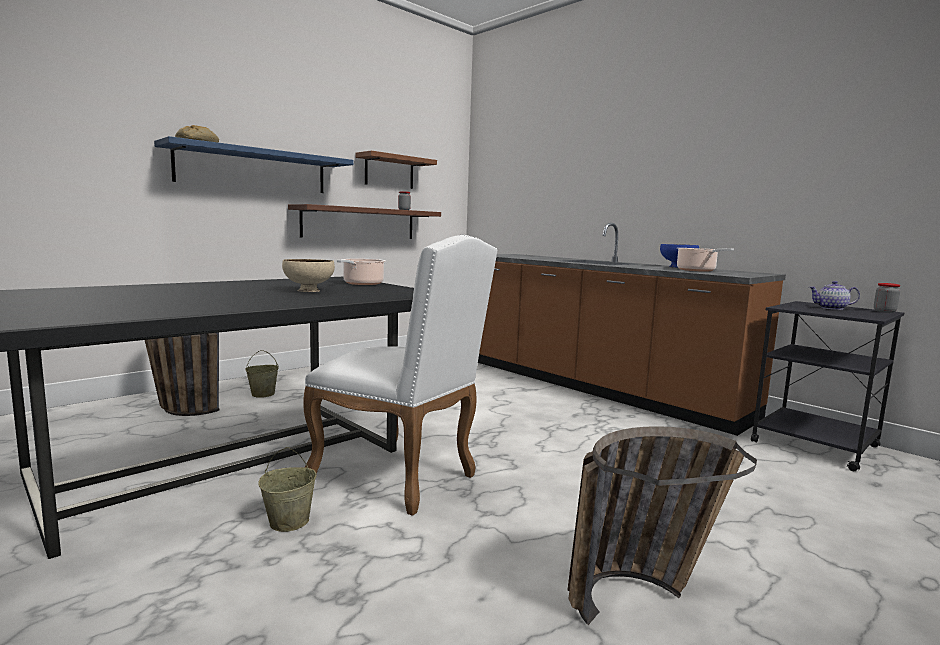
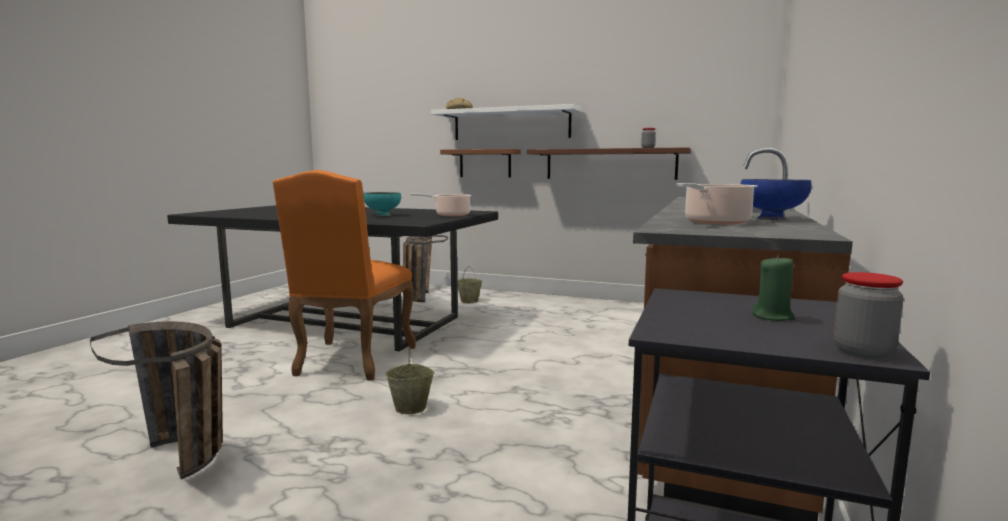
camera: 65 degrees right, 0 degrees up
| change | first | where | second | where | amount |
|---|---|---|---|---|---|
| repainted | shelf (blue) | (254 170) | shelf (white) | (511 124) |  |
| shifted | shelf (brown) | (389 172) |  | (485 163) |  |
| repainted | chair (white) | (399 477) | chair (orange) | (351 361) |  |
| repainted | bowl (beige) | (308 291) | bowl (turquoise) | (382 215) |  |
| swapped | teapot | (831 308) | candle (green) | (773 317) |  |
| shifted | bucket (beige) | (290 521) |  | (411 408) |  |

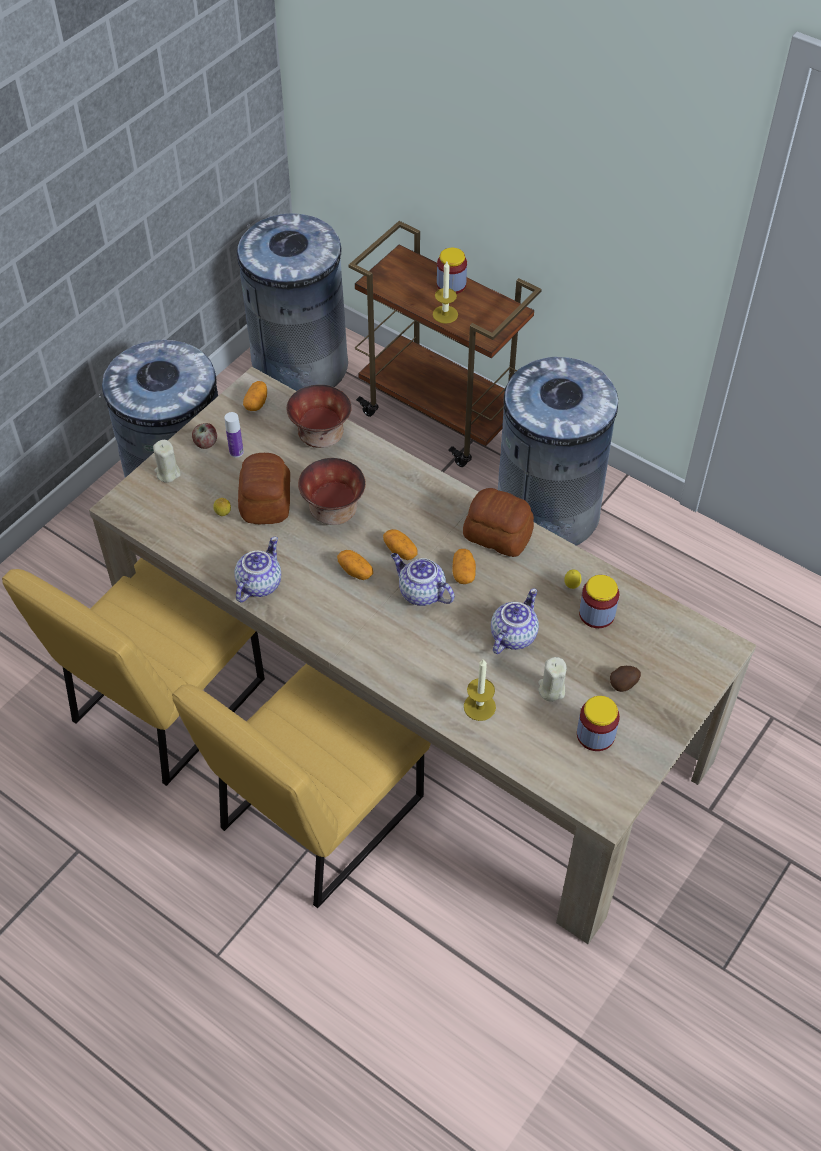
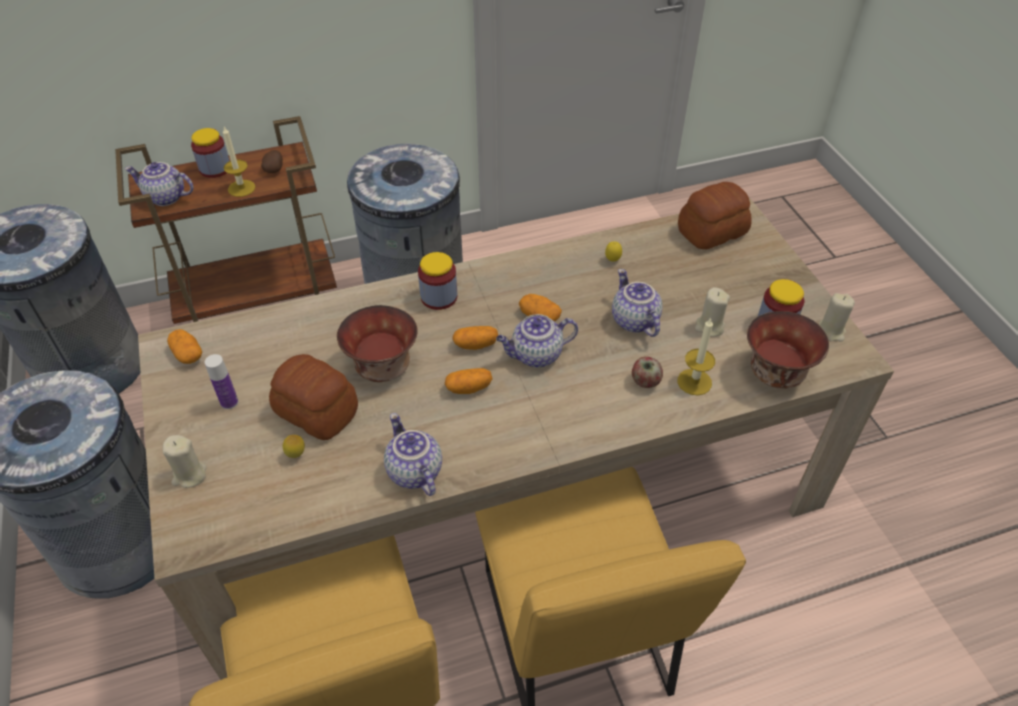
camera: 55 degrees left, 5 degrees down
| change | first | where | second | where | amount |
|---|---|---|---|---|---|
| shifted | bowl | (320 436) |  | (776 374) |  |
| shifted | apple | (205 443) |  | (645 382) |  |
| shifted | bread | (497 534) |  | (710 231) |  |
| shifted | jar | (596 614) |  | (439 297) |  |
| shifted | potato | (624 684) |  | (275 169) |  |
| new |  |  | teapot | (165 198) |  |
| new |  |  | candle (beige) | (831 331) |  |

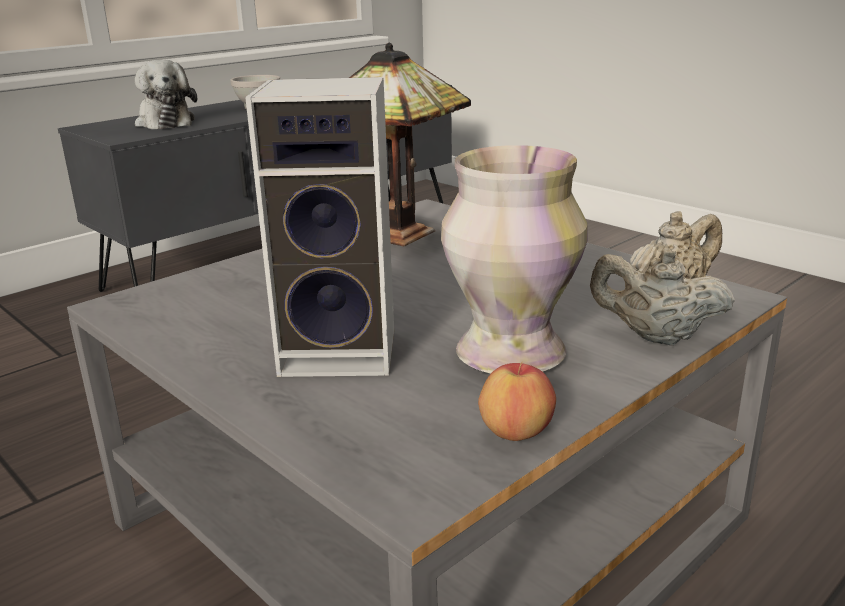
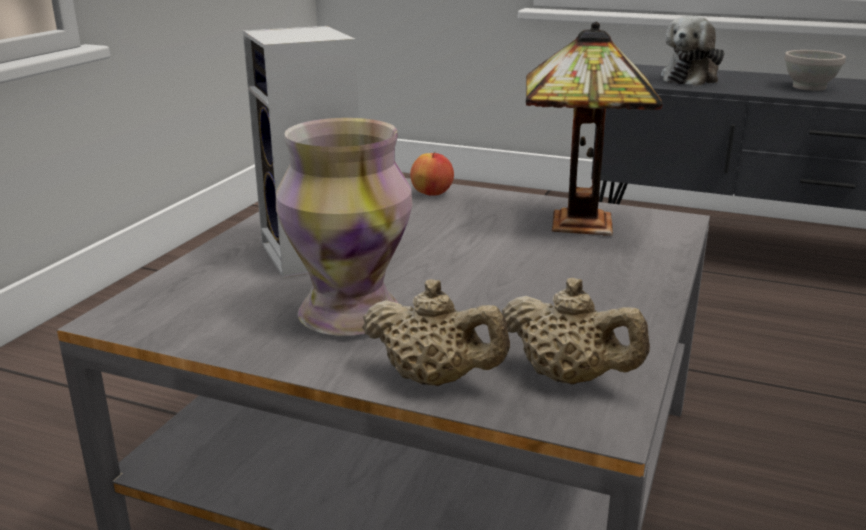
camera: 65 degrees right, 0 degrees up
| change | first | where | second | where | amount |
|---|---|---|---|---|---|
| rotated | teapot (beige) | (655 337) |  | (434 379) | 120 degrees clockwise |
| shifted | apple | (516 432) |  | (432 193) |  |

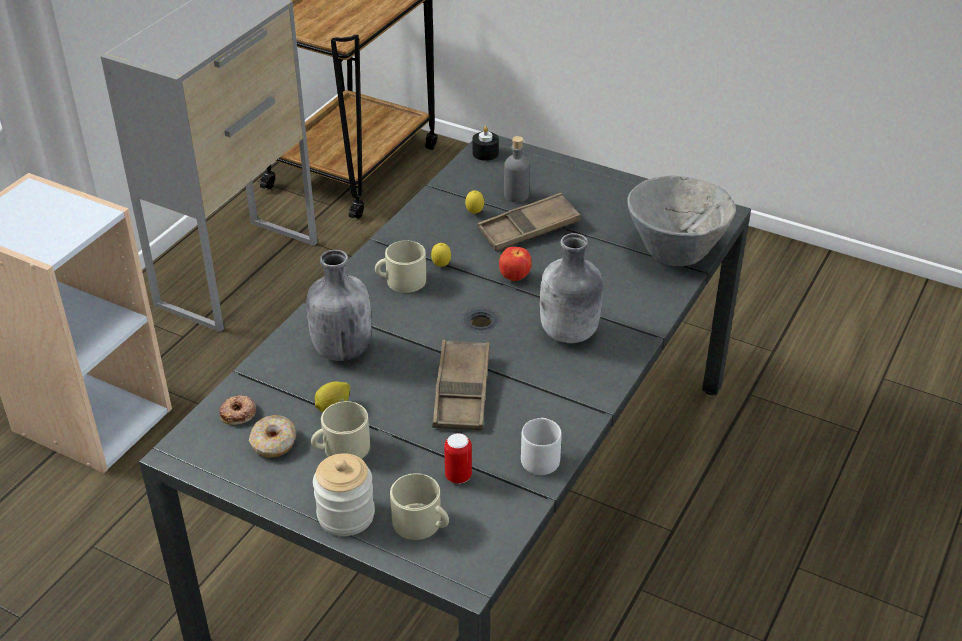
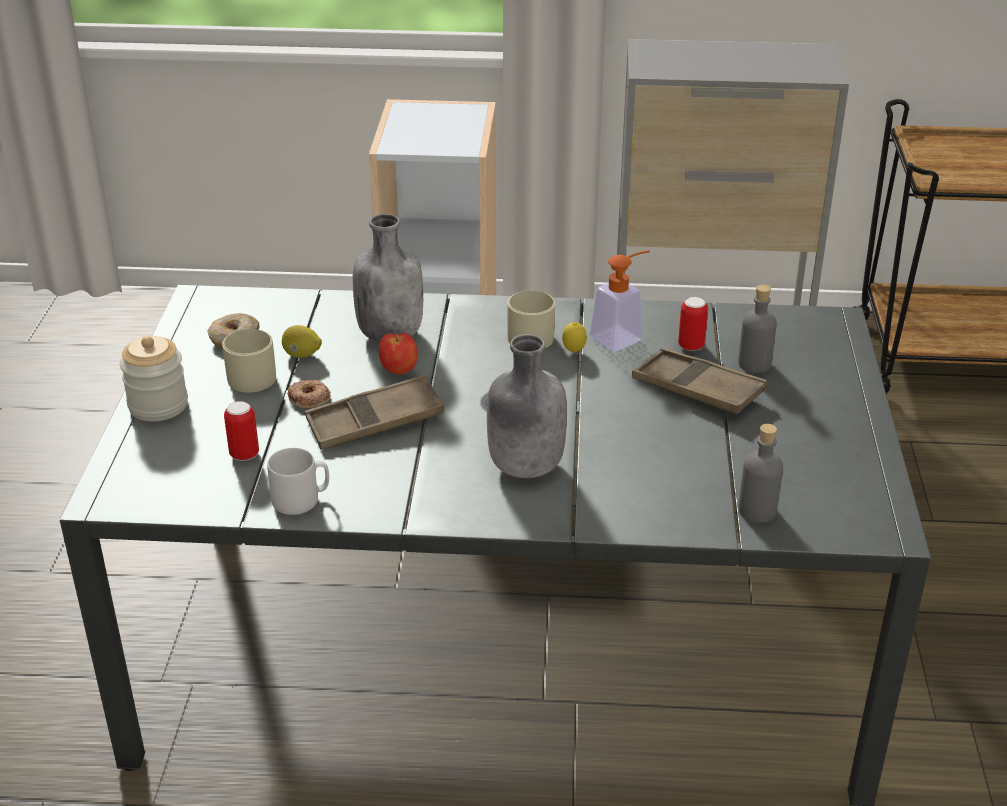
camera: 65 degrees right, 5 degrees down
| change | first | where | second | where | amount |
|---|---|---|---|---|---|
| gone | candle (black) | (485 153) |  |  |  |
| swapped | bowl (grey) | (675 252) | bottle (grey) | (757 510) |  |
| swapped | lemon | (474 213) | can | (691 346) |  |
| shifted | apple | (515 277) |  | (399 371) |  |
| shifted | donut | (238 413) |  | (309 398) |  |
| gone | mug (beige) | (422 524) |  |  |  |
| new |  |  | soap dispenser | (622 336) |  |

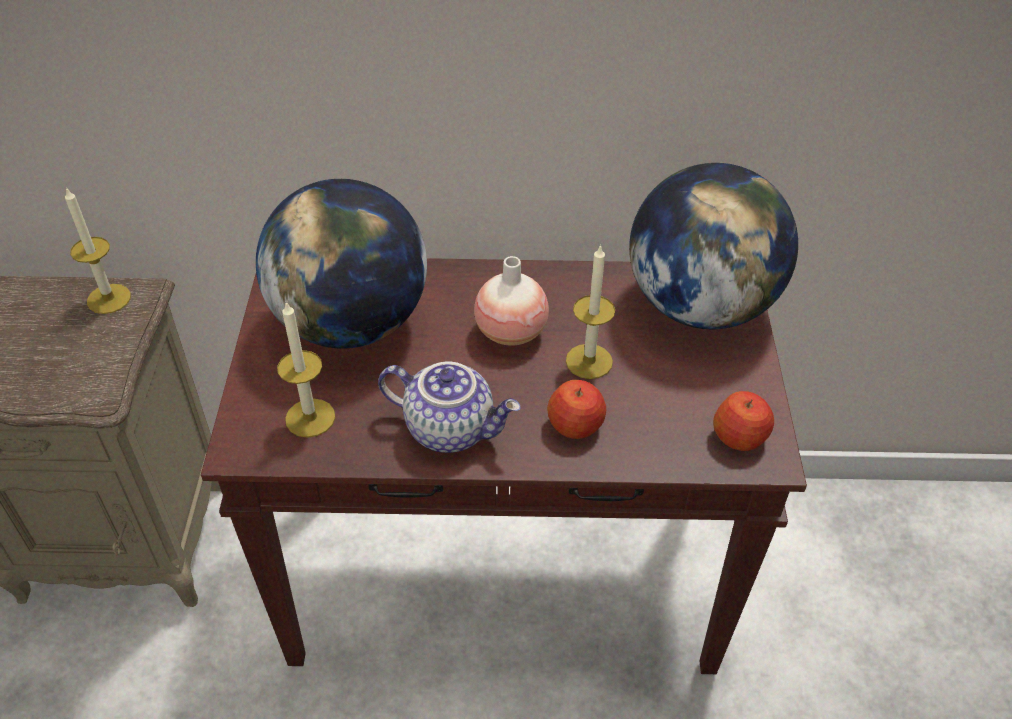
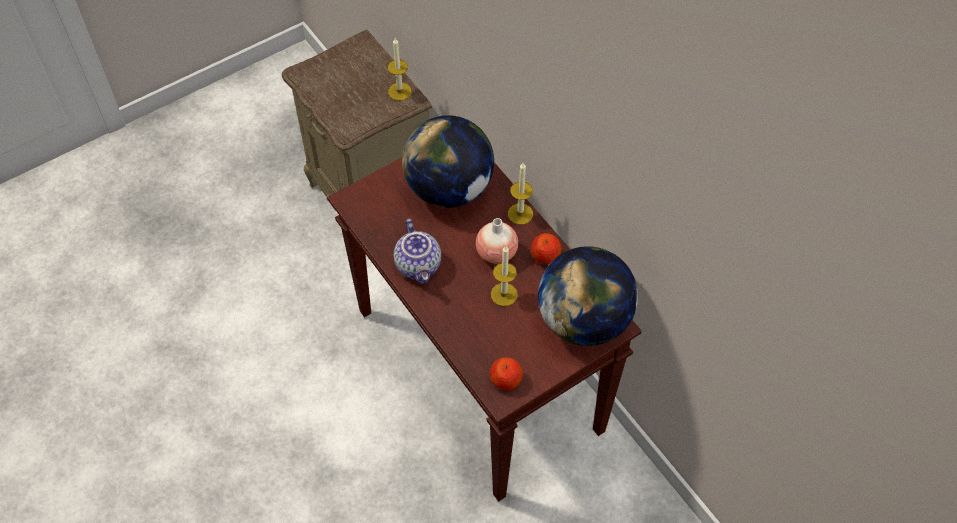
camera: 55 degrees right, 10 degrees up
| change | first | where | second | where | amount |
|---|---|---|---|---|---|
| shifted | candle | (310 418) |  | (520 214) |  |
| shifted | apple | (576 425) |  | (545 256) |  |

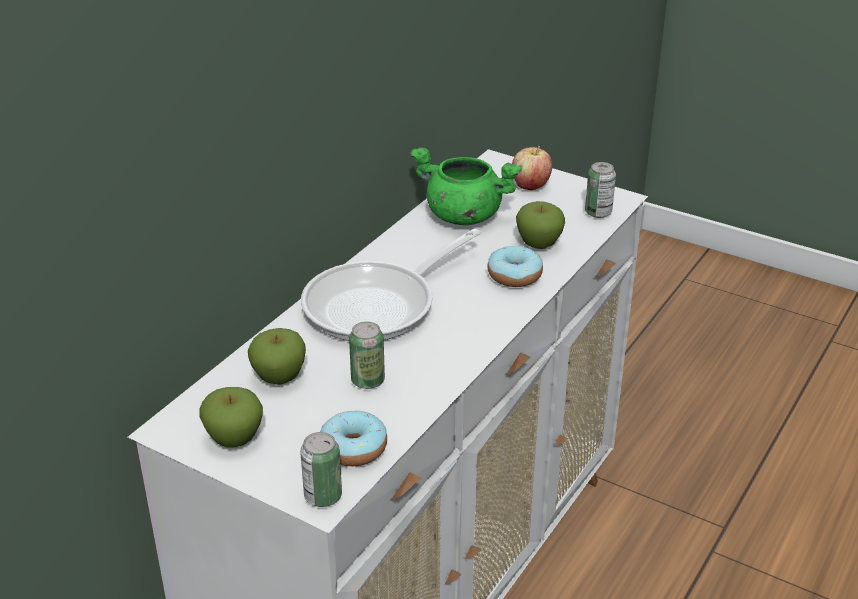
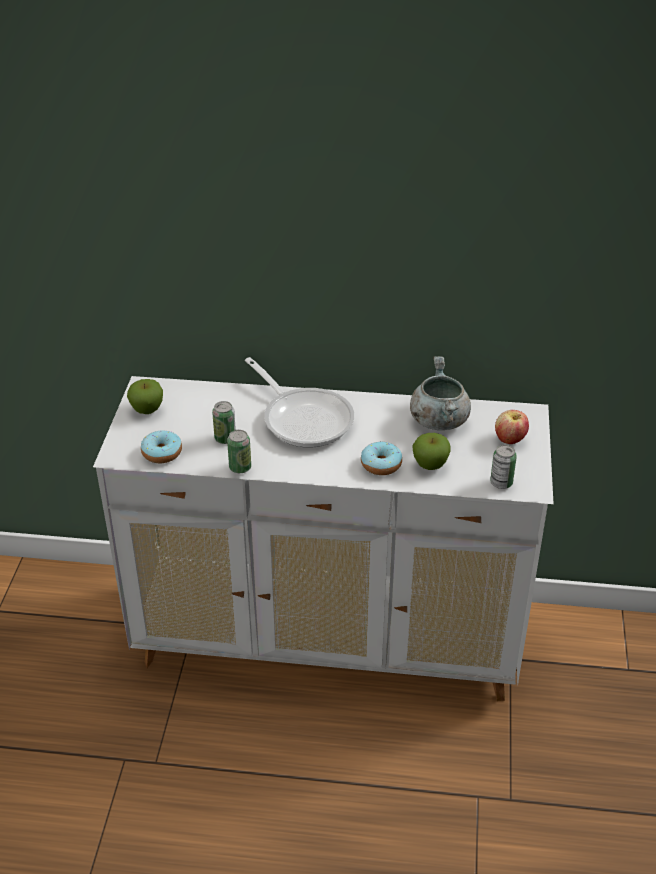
camera: 65 degrees right, 5 degrees up
| change | first | where | second | where | amount |
|---|---|---|---|---|---|
| repainted | cooking pot (green) | (463 216) | cooking pot (grey) | (438 420) |  |
| rotated | frying pan | (379 305) |  | (304 418) | 150 degrees counterclockwise |
| gone | apple | (279 378) |  |  |  |
| shifted | can | (323 496) |  | (240 467) |  |

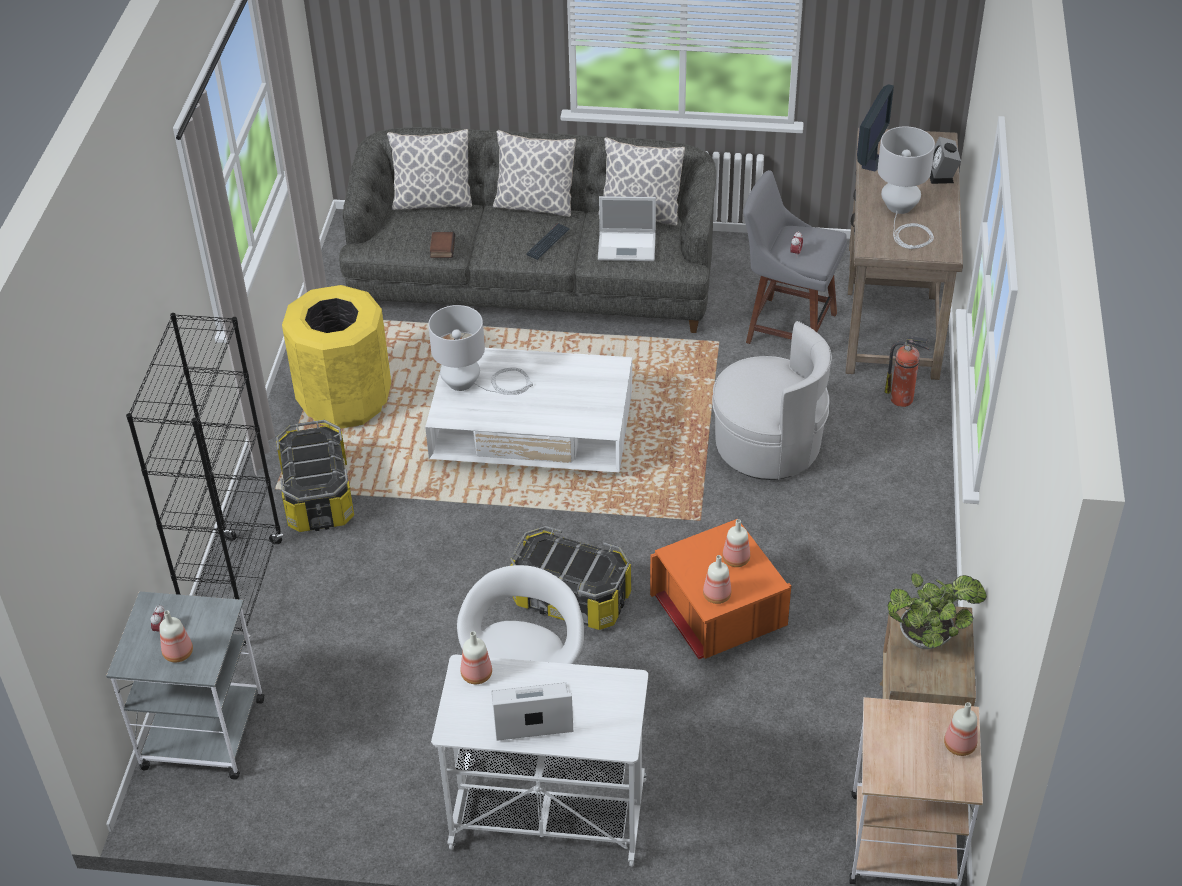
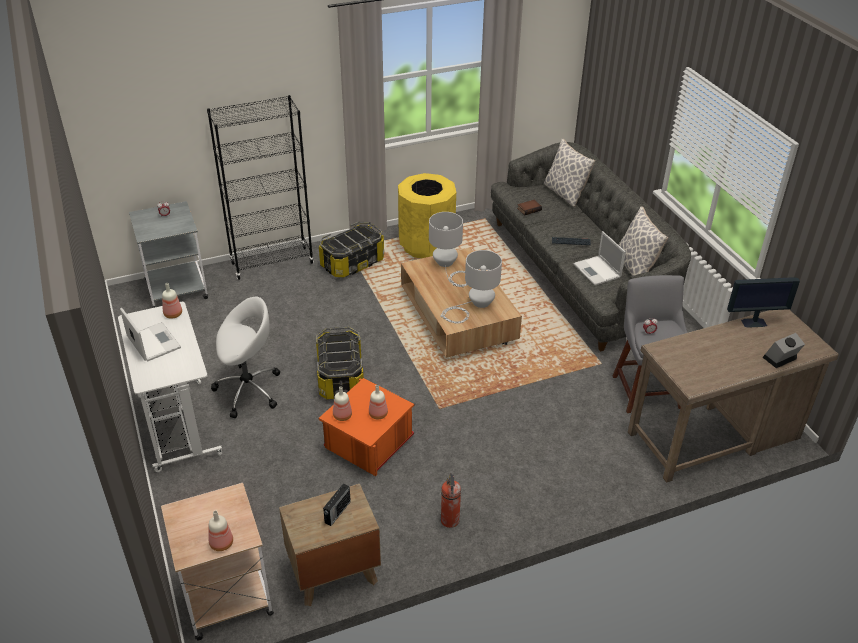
camera: 60 degrees right, 5 degrees down
| change | first | where | second | where | amount |
|---|---|---|---|---|---|
| shifted | table lamp (white) | (904 218) |  | (471 307) |  |
| gone | pillow | (534 205) |  |  |  |
| gone | armchair (white) | (767 446) |  |  |  |
| shifted | fire extinguisher | (903 399) |  | (450 521) |  |
| repainted | coffee table (white) | (533 432) | coffee table (brown) | (458 317) |  |
| swapped | potted plant | (928 637) | radio | (337 512) |  |
| gone | bottle | (179 653) |  |  |  |

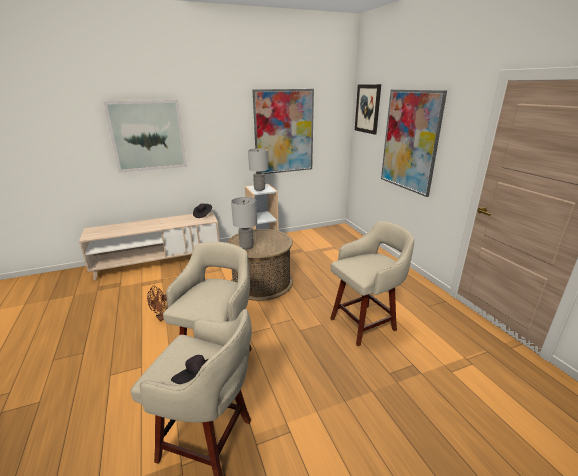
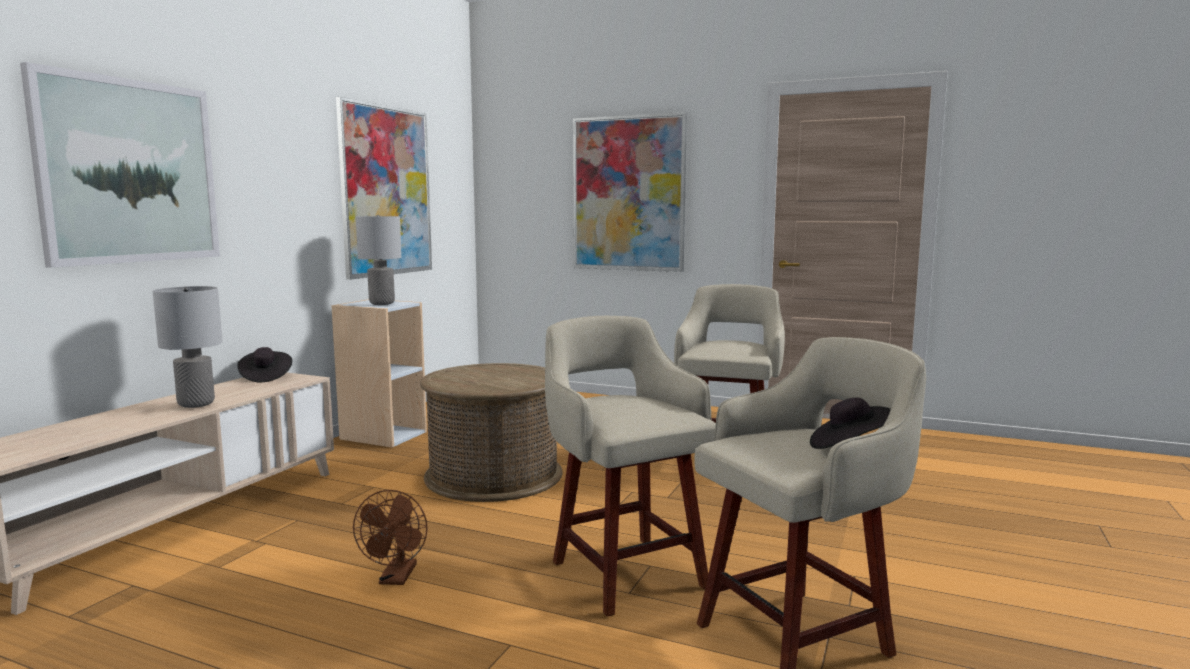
camera: 45 degrees left, 15 degrees down
| change | first | where | second | where | amount |
|---|---|---|---|---|---|
| gone | picture | (367 108) |  |  |  |
| shifted | table lamp (grey) | (246 247) |  | (196 405) |  |

